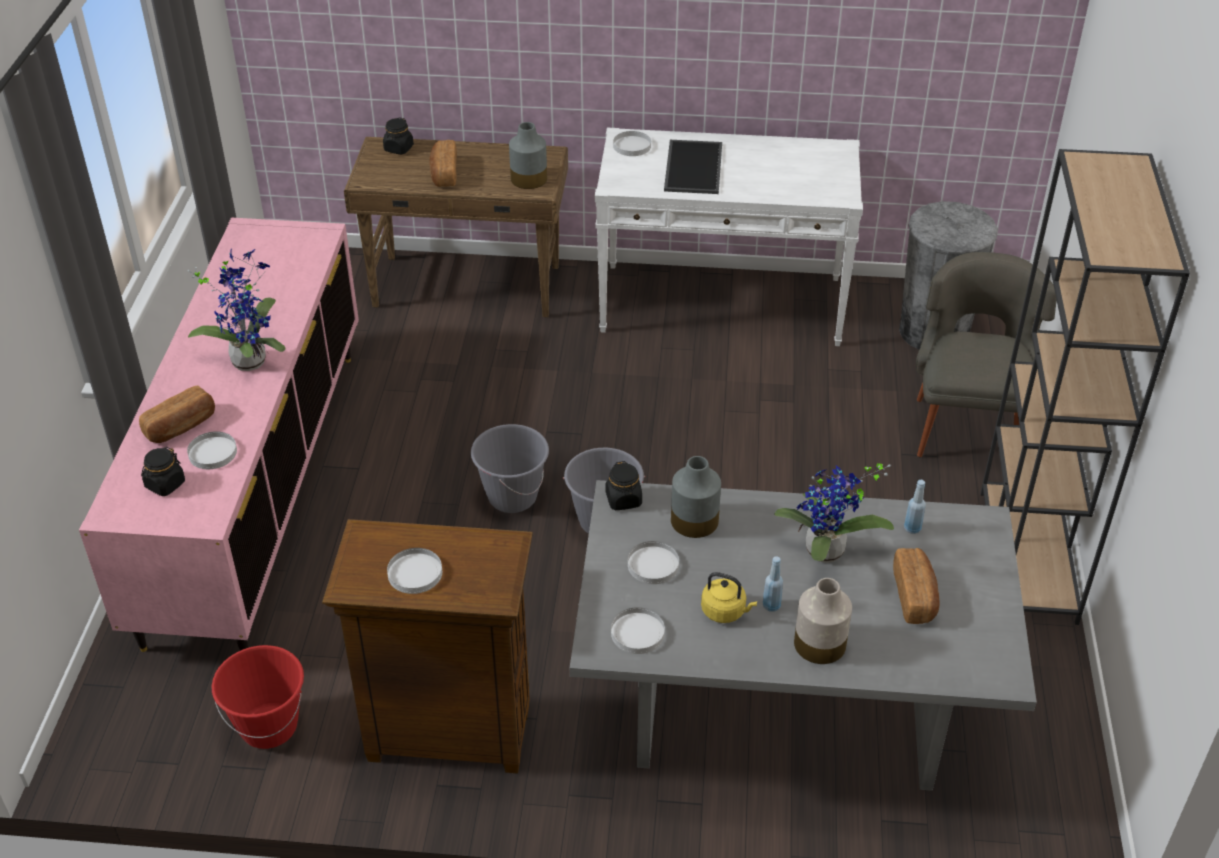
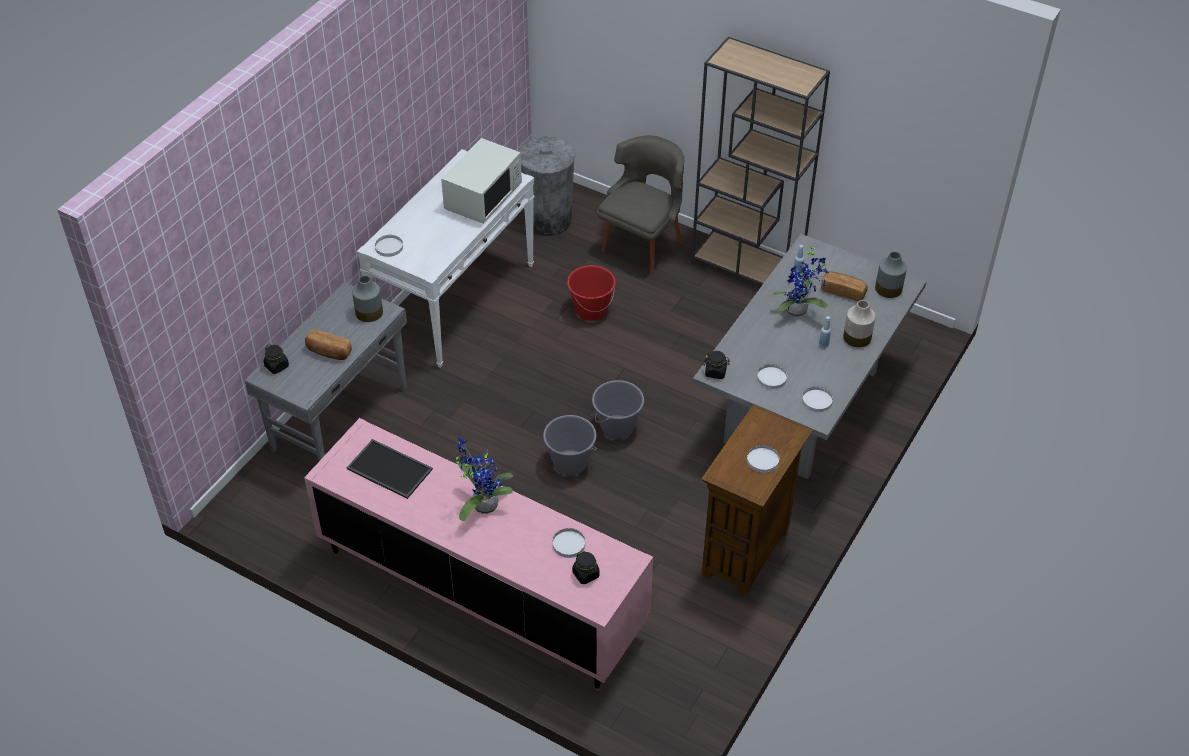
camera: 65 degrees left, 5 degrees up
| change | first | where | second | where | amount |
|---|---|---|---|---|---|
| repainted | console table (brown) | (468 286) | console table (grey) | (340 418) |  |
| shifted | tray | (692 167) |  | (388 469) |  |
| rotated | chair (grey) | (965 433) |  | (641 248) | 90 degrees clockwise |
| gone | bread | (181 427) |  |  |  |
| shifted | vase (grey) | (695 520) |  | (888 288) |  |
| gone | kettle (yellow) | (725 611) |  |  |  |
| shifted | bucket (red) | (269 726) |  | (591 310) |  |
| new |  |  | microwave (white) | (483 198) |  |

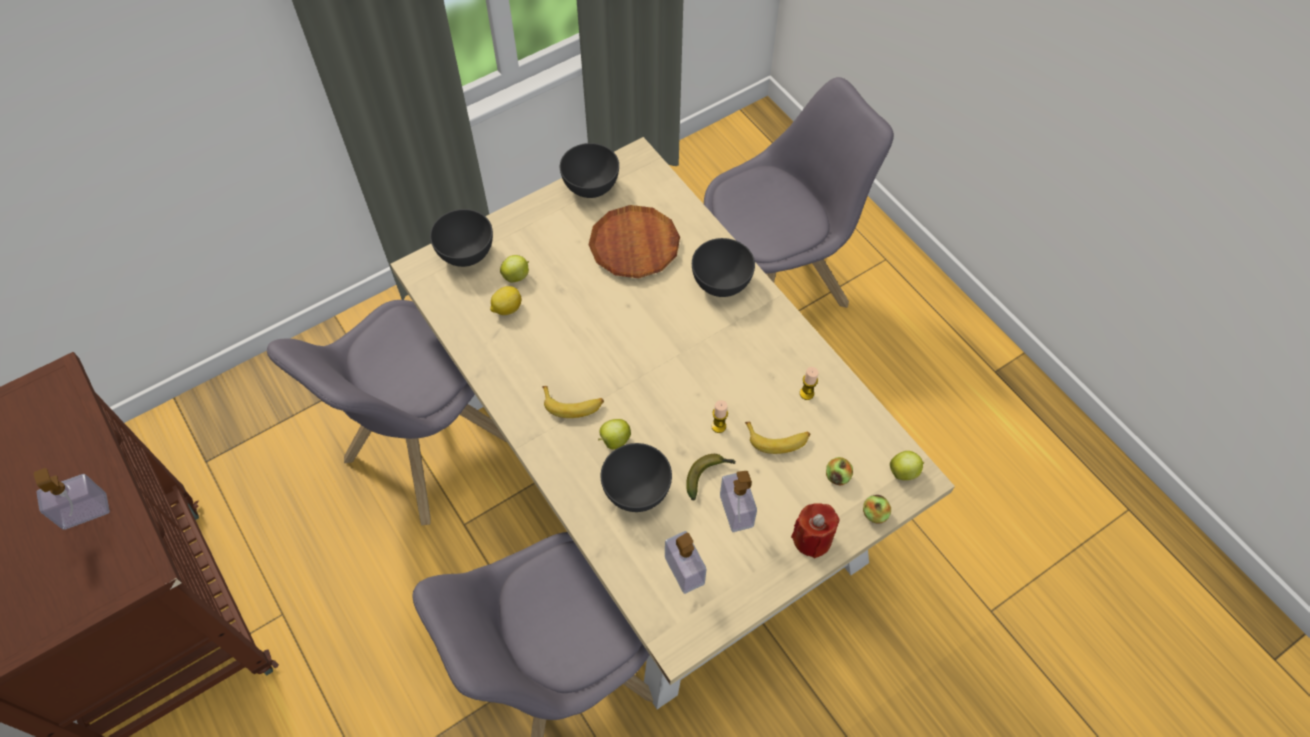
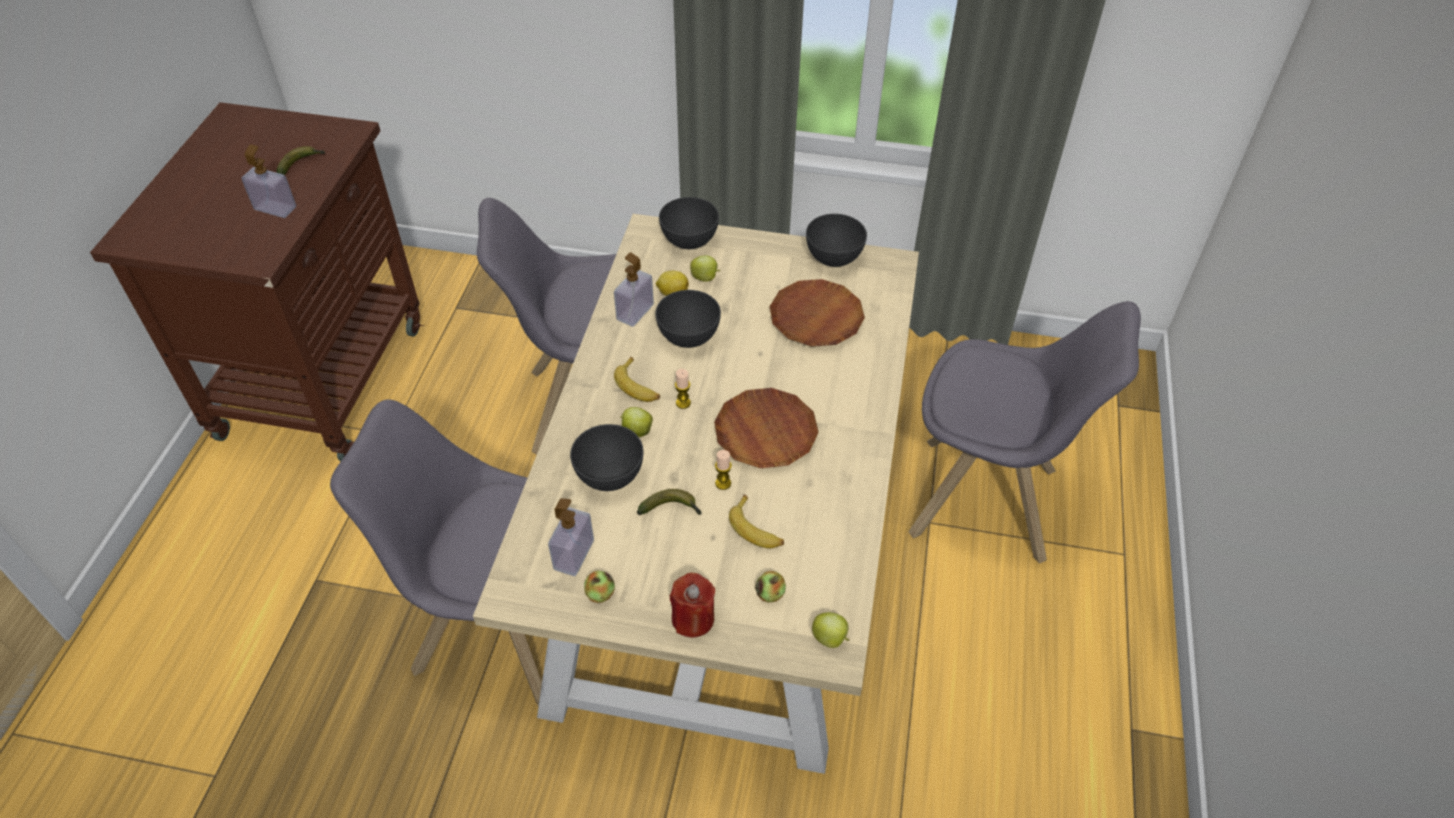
camera: 45 degrees right, 10 degrees down
| change | first | where | second | where | amount |
|---|---|---|---|---|---|
| shifted | bowl (grey) | (720 283) |  | (688 336) |  |
| shifted | candle | (806 393) |  | (683 403) |  |
| shifted | soap dispenser | (736 511) |  | (635 312) |  |
| shifted | apple | (874 514) |  | (600 594) |  |
| new |  |  | banana | (301 164) |  |
| new |  |  | plate (brown) | (765 433) |  |

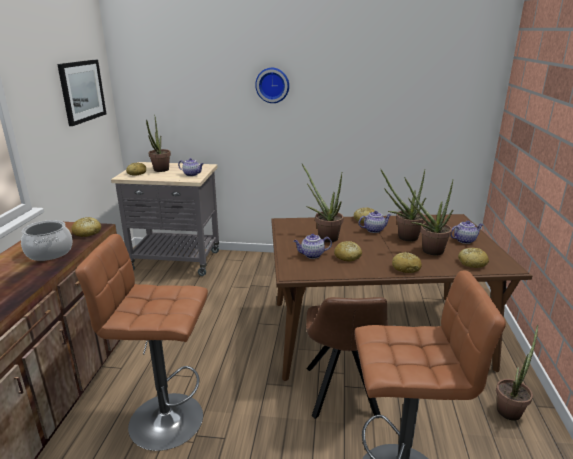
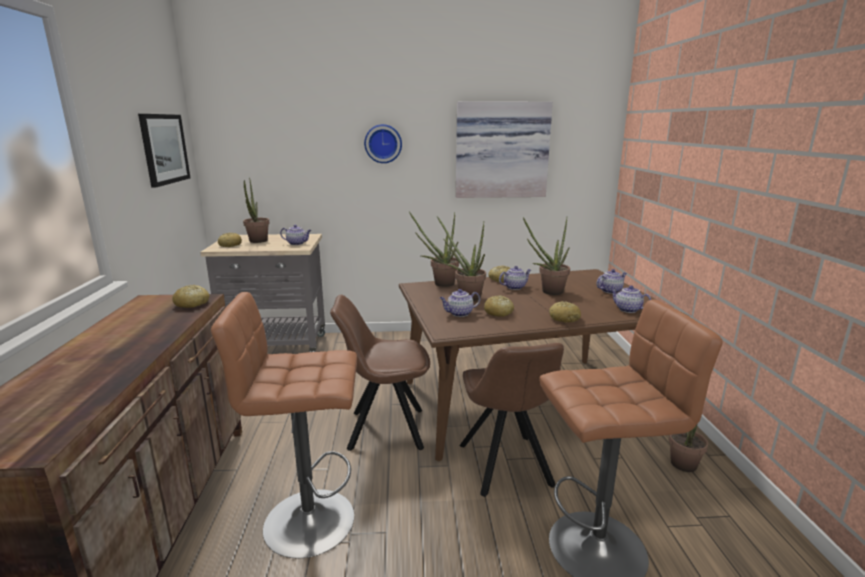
camera: 10 degrees left, 5 degrees down
| change | first | where | second | where | amount |
|---|---|---|---|---|---|
| shifted | potted plant | (427 250) |  | (439 284) |  |
| gone | cooking pot | (50 252) |  |  |  |
| swapped | bread | (471 263) | teapot | (627 309) |  |
| new |  |  | picture | (501 150) |  |
| new |  |  | chair (brown) | (385 429) |  |

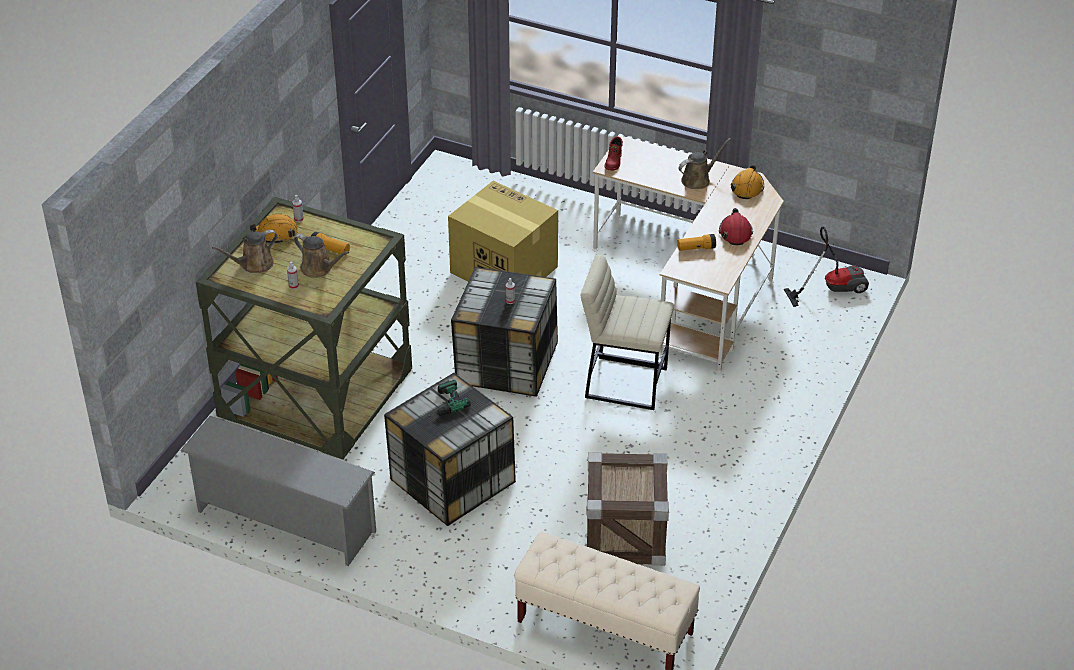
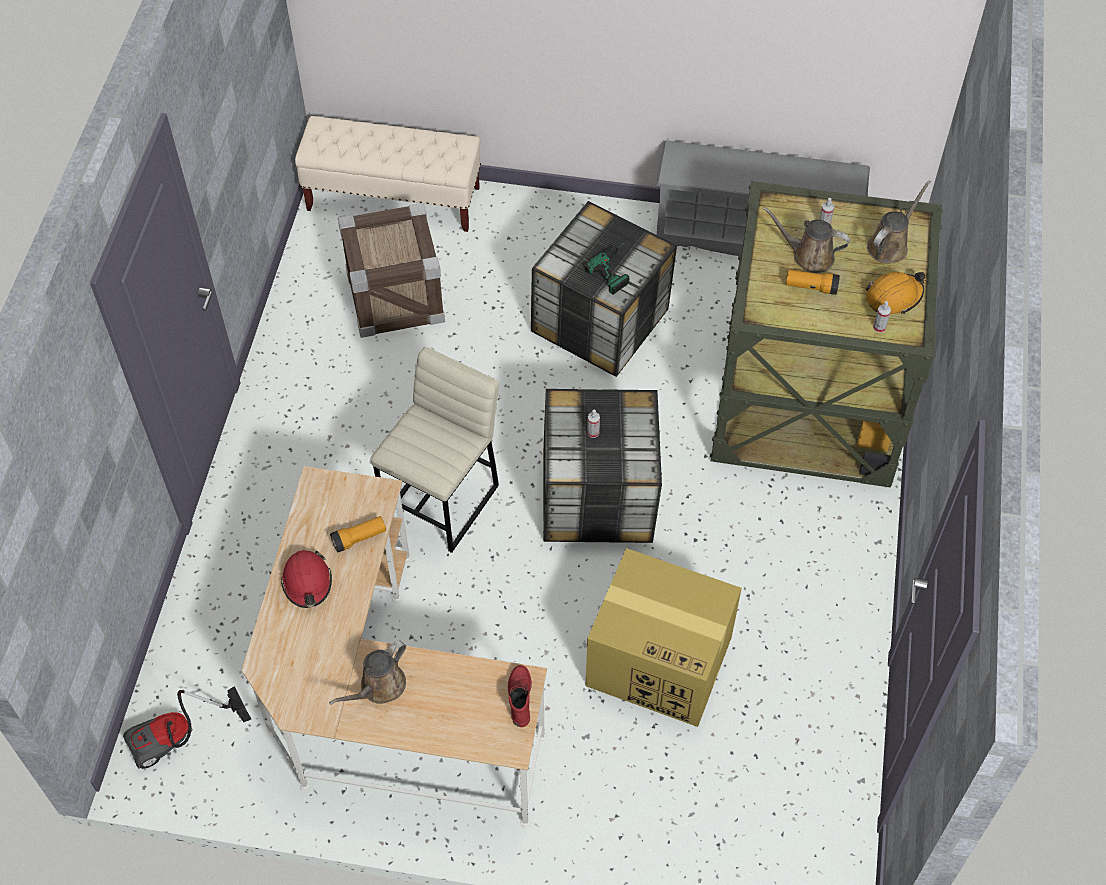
camera: 165 degrees right, 15 degrees up
| change | first | where | second | where | amount |
|---|---|---|---|---|---|
| gone | hard hat (orange) | (747 187) |  |  |  |
| rotated | chair (beige) | (623 382) |  | (442 499) | 60 degrees counterclockwise |

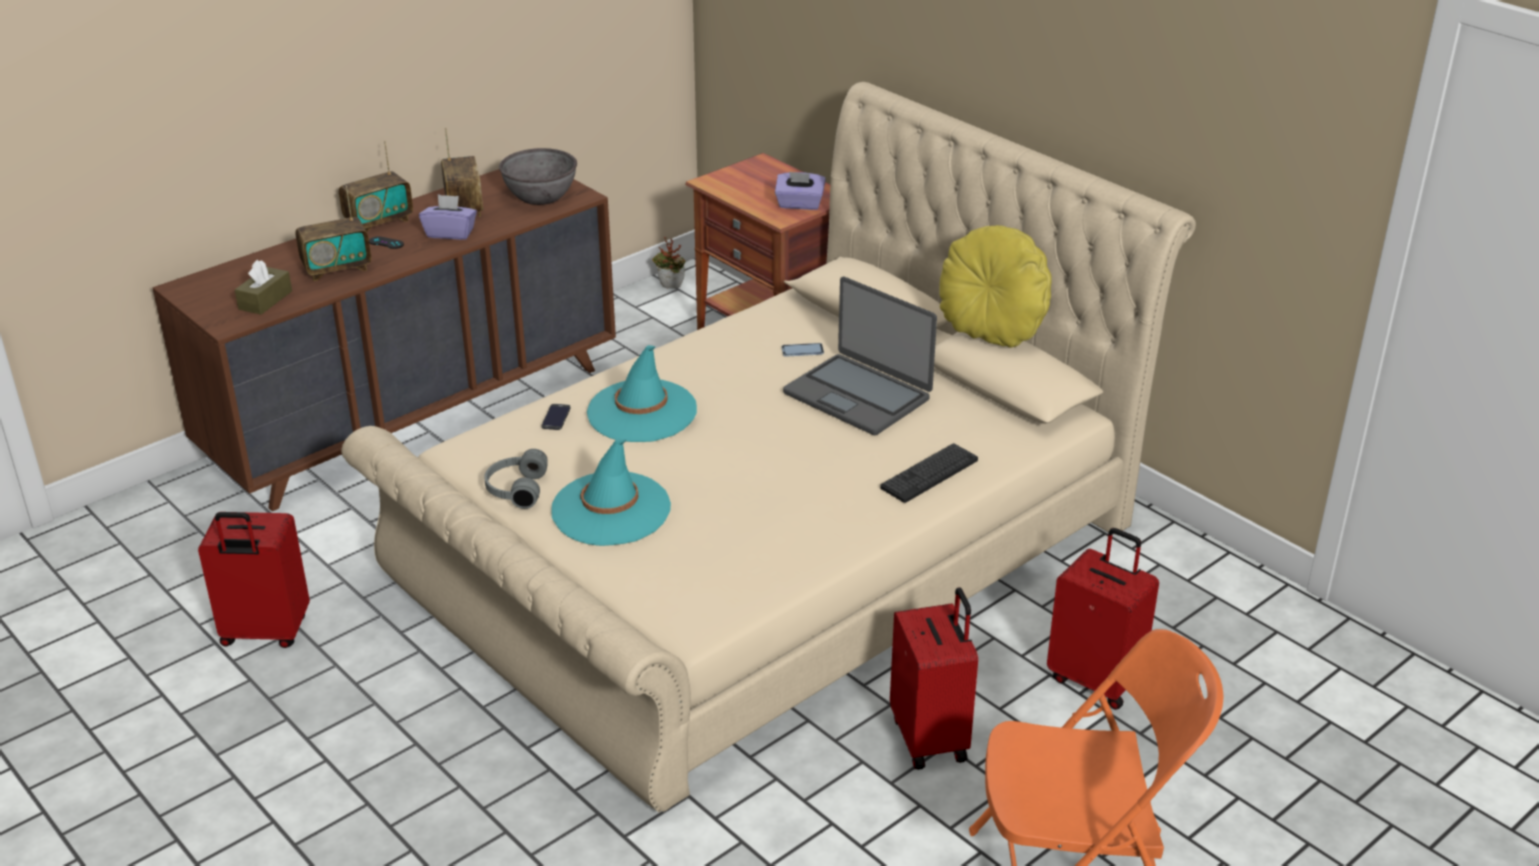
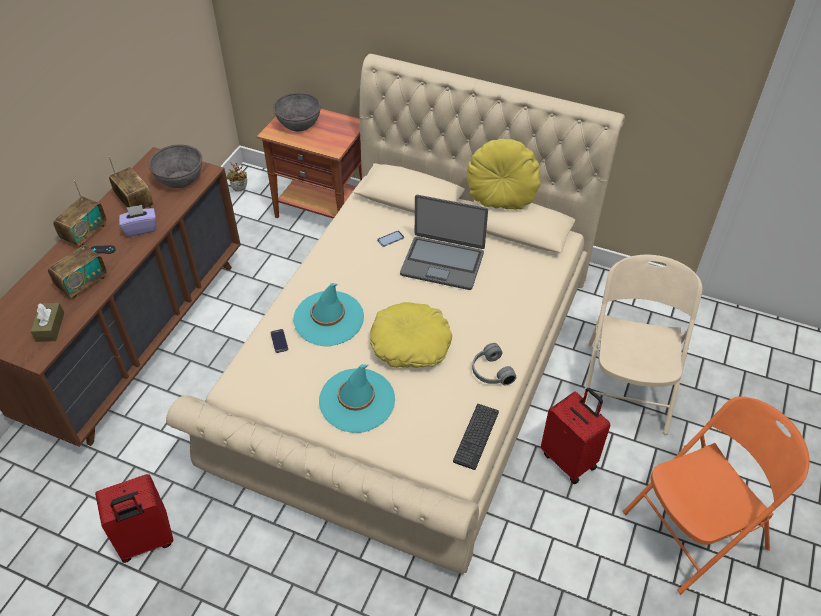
camera: 25 degrees left, 15 degrees up
| change | first | where | second | where | amount |
|---|---|---|---|---|---|
| gone | tissue box (purple) | (799 204) |  |  |  |
| shifted | keyboard | (929 474) |  | (476 436) |  |
| shifted | headphones (grey) | (515 489) |  | (490 372) |  |
| swapped | suitcase (red) | (1096 679) | chair (beige) | (626 387) |  |
| new |  |  | bowl (grey) | (299 123) |  |
| new |  |  | pillow (yellow) | (411 343) |  |

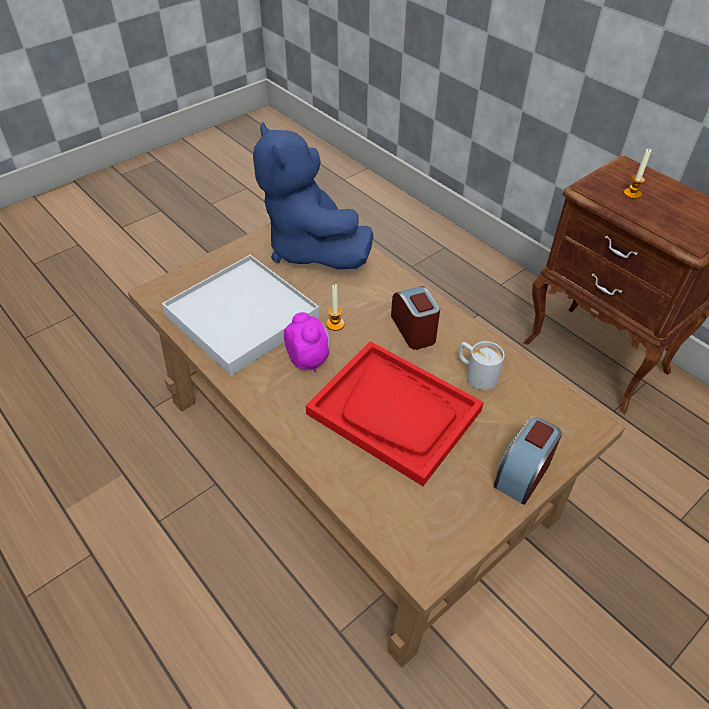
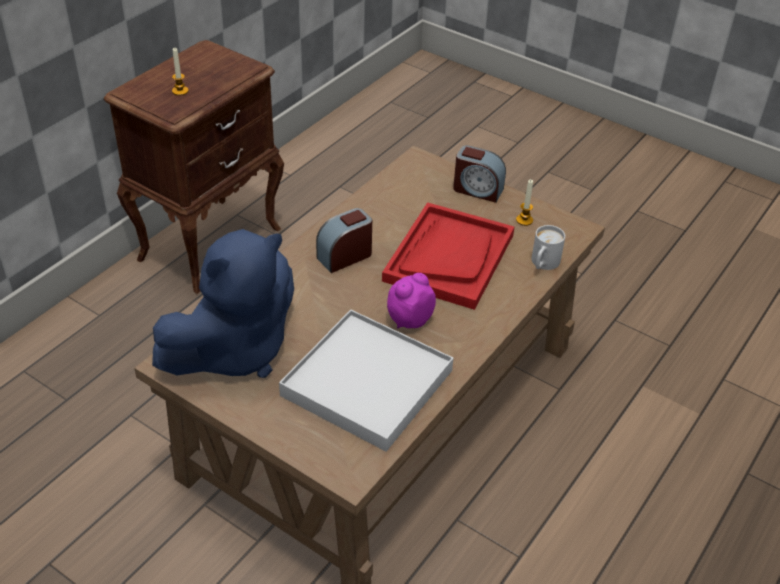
camera: 105 degrees left, 5 degrees down
| change | first | where | second | where | amount |
|---|---|---|---|---|---|
| shifted | candle | (335 324) |  | (524 220) |  |
| shifted | mug (white) | (475 374) |  | (543 264) |  |

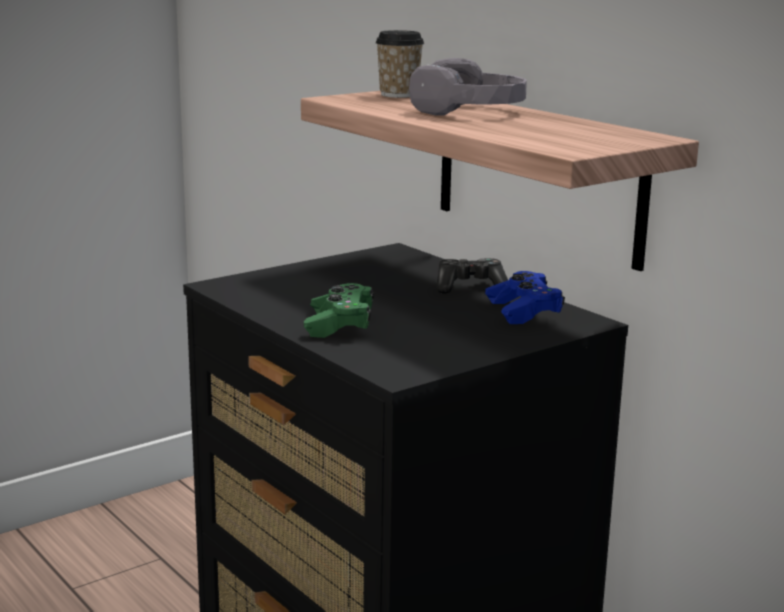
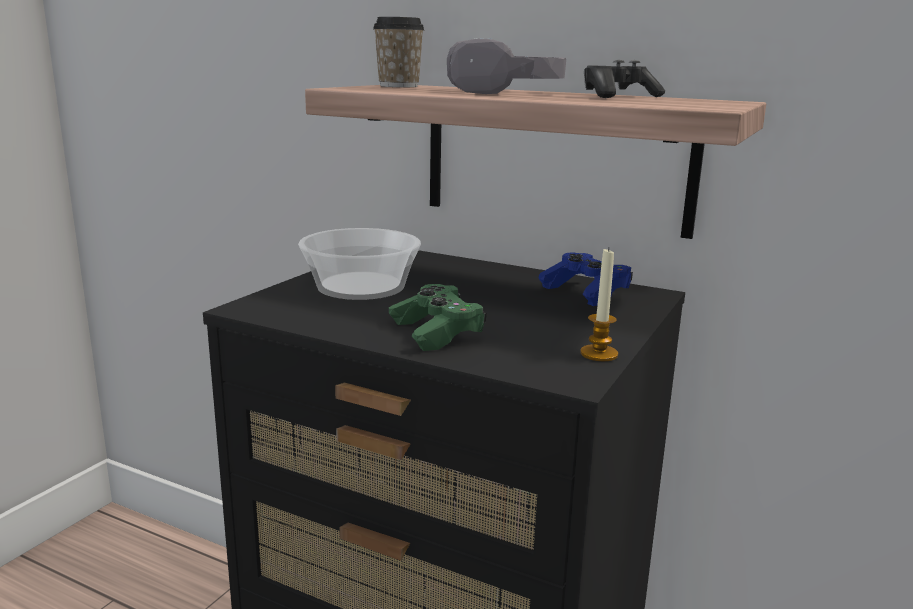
camera: 25 degrees left, 0 degrees up
| change | first | where | second | where | amount |
|---|---|---|---|---|---|
| shifted | game controller | (470 287) |  | (619 96) |  |
| new |  |  | bowl | (359 286) |  |
| new |  |  | candle | (599 354) |  |

